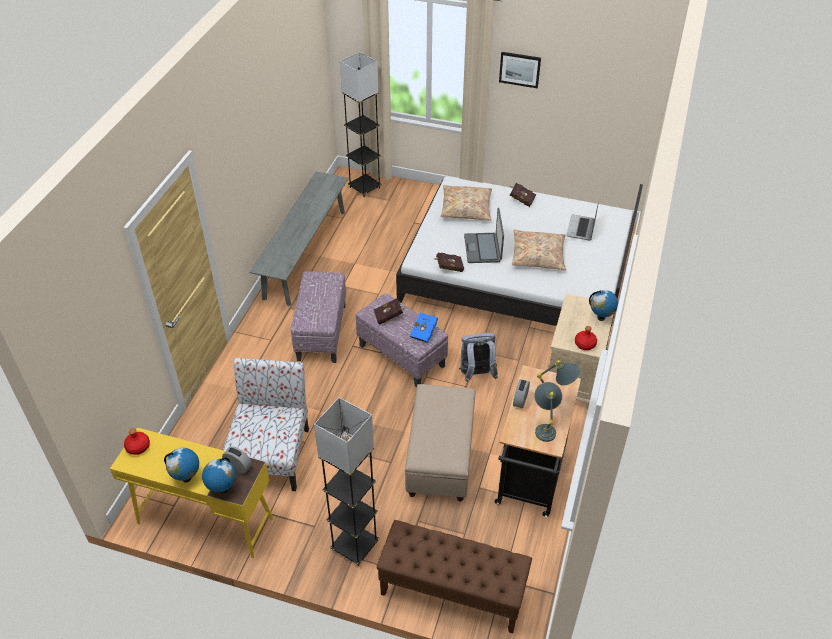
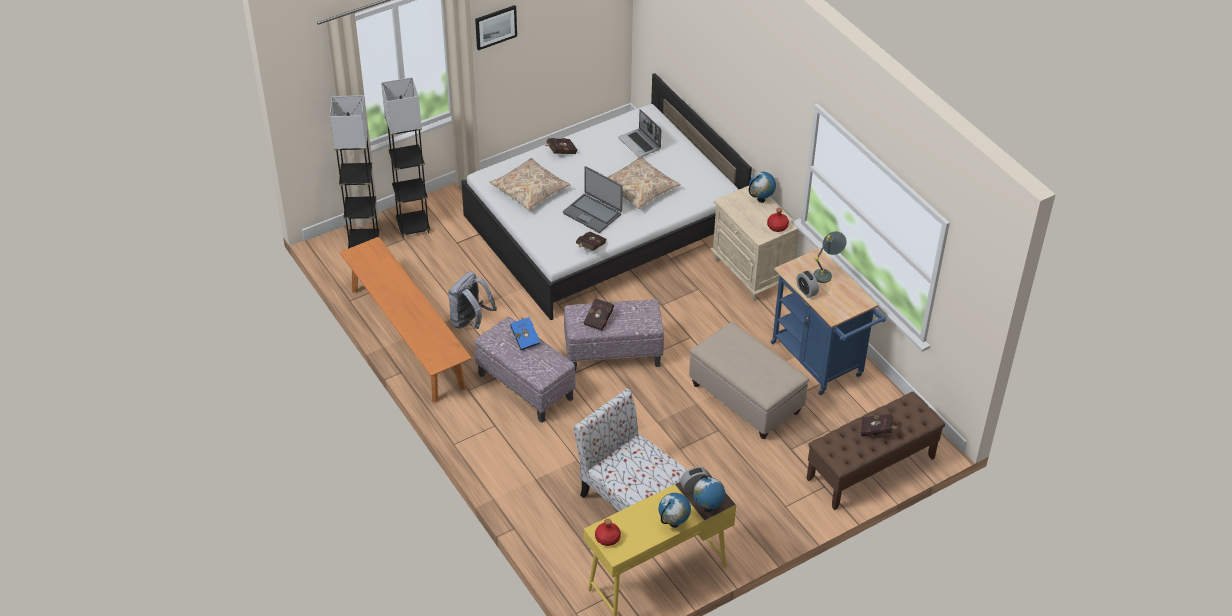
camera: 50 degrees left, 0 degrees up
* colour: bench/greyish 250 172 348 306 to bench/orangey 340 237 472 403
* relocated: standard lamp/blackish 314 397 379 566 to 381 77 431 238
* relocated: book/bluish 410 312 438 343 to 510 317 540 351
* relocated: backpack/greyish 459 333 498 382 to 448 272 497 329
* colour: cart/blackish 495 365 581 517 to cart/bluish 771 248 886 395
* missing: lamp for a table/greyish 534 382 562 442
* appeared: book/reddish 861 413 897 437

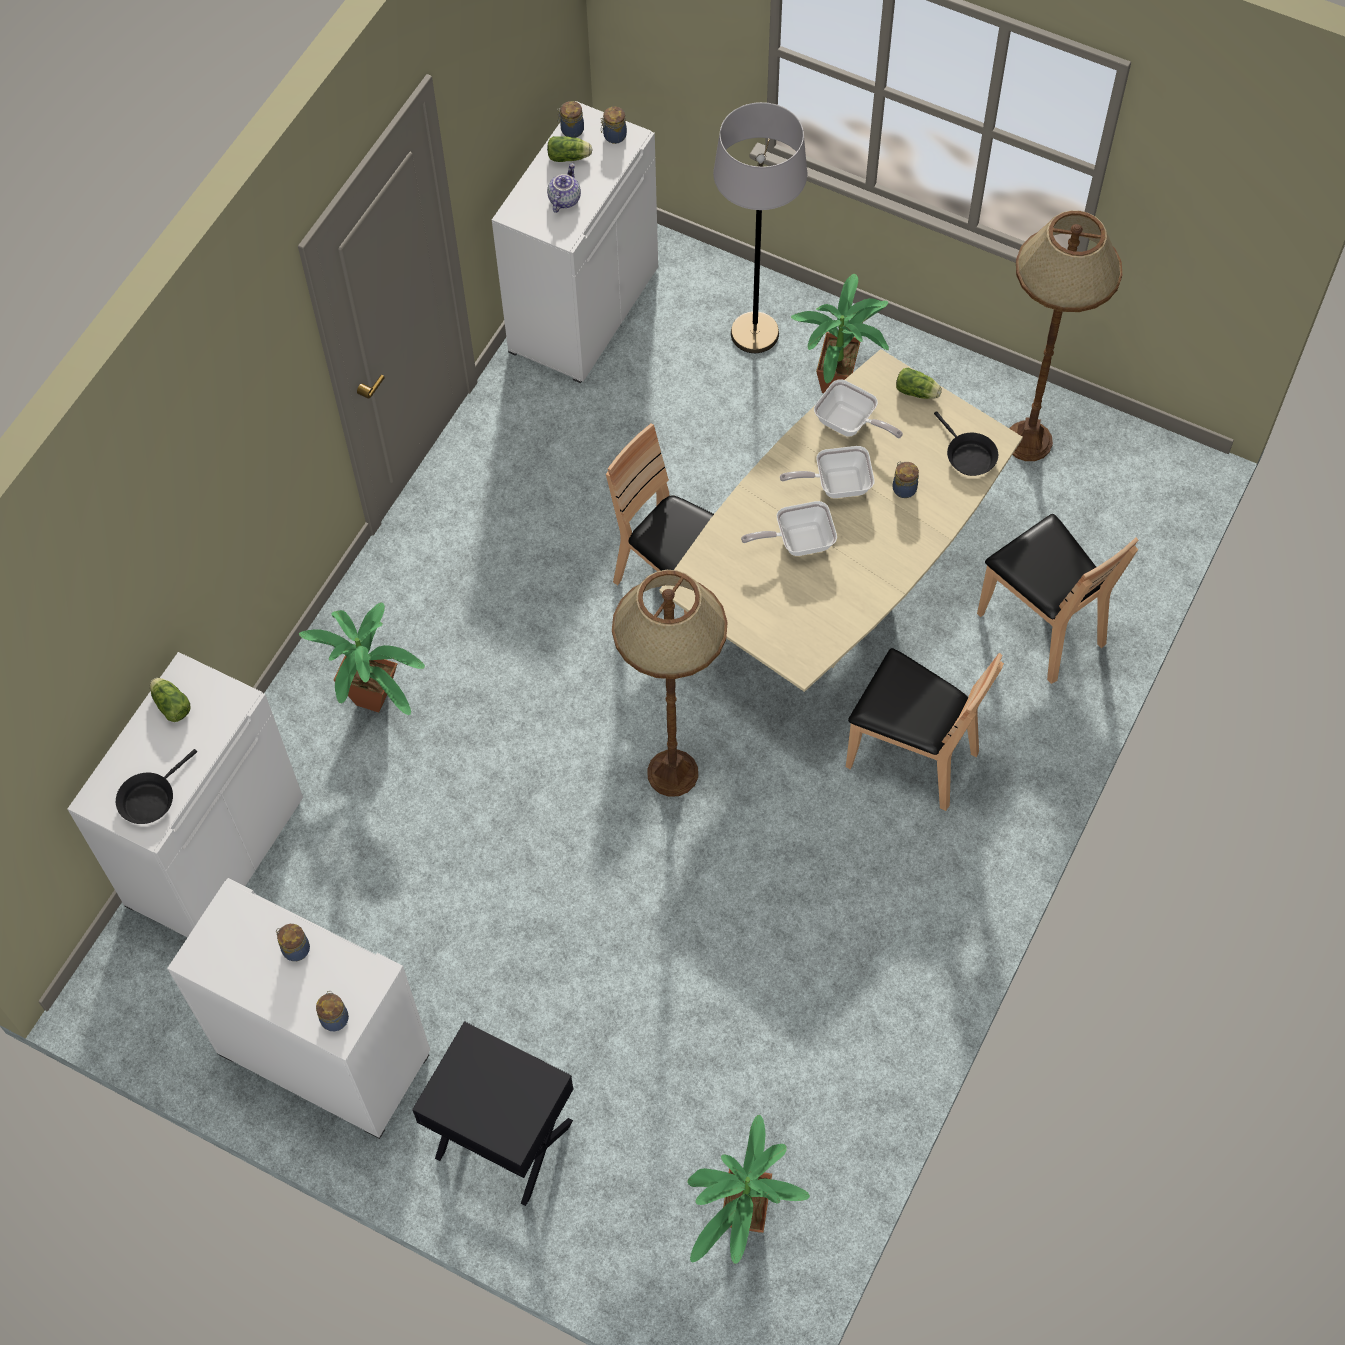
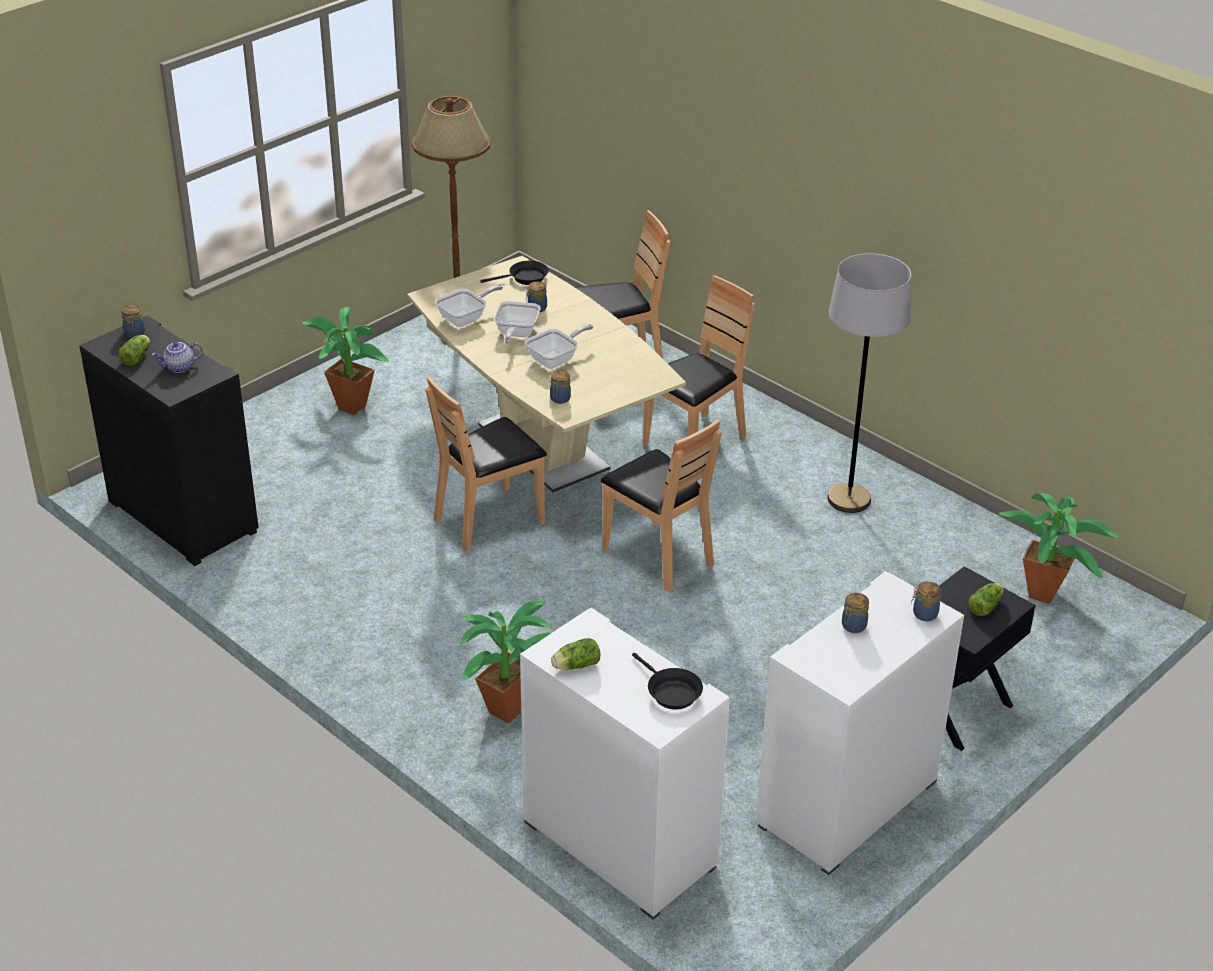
camera: 75 degrees left, 25 degrees down
* colour: cupboard/white 492 101 658 383 to cupboard/blackish 79 316 259 566
* spun: pot for tea 547 163 581 213 = 152 342 203 373 60 degrees counterclockwise
* relocated: jar 557 101 584 138 to 550 371 571 404
* exchanged: standard lamp/brownish 612 570 727 797 to plain chair/brownish 600 419 722 592
* relocated: standard lamp/greyish 713 102 807 353 to 827 253 911 513
* spun: frying pan 741 501 837 556 = 525 324 593 369 135 degrees counterclockwise
* relocated: lettuce head 896 368 942 399 to 969 583 1004 616

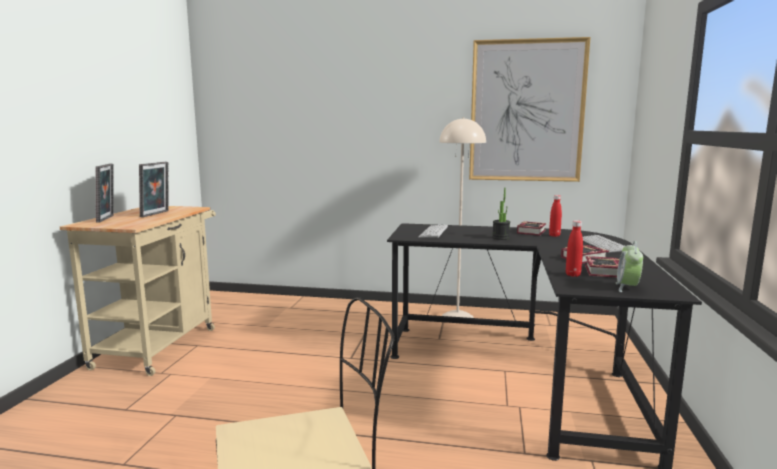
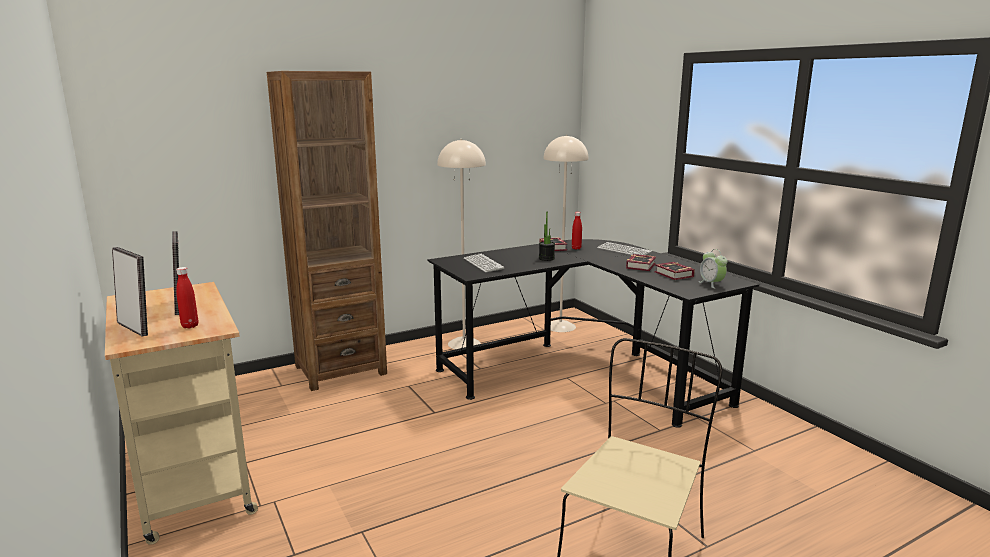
camera: 40 degrees left, 5 degrees up
* missing: picture 469 37 591 182
* relocated: bottle/reddish 566 220 583 277 to 176 267 198 329
* appeared: bookcase/brownish 267 71 387 391
* appeared: standard lamp/sand-coloured 543 135 589 332

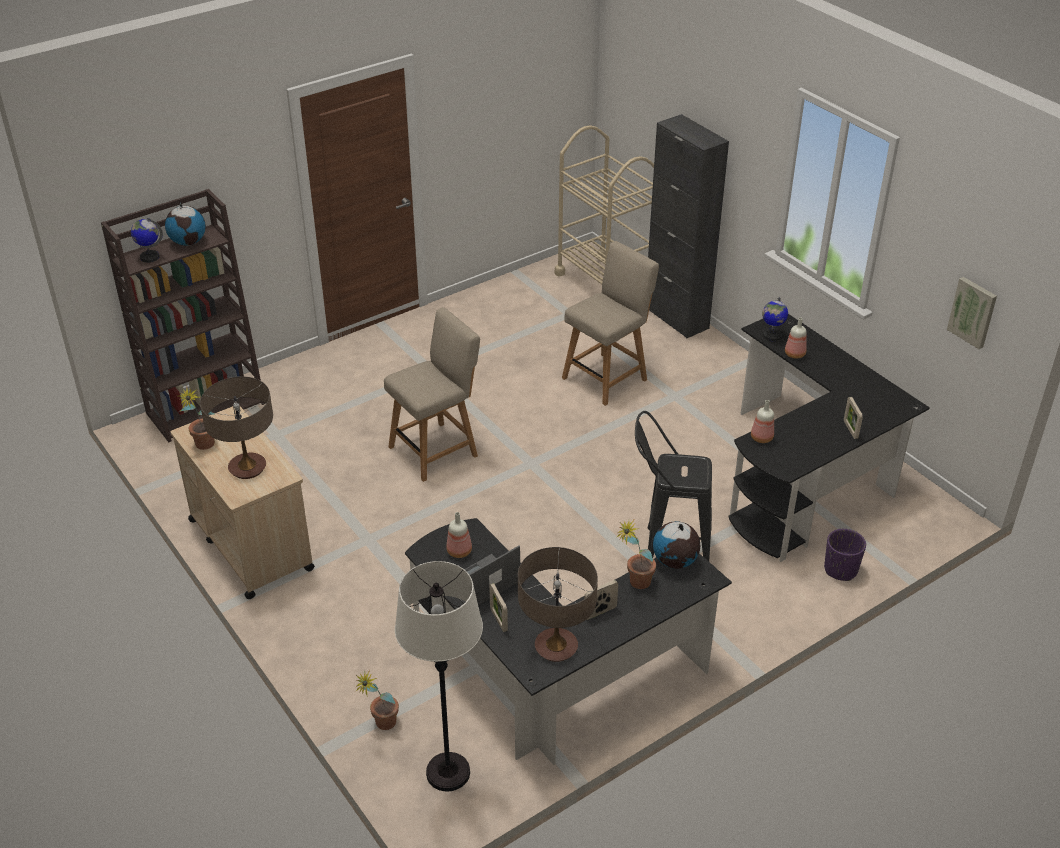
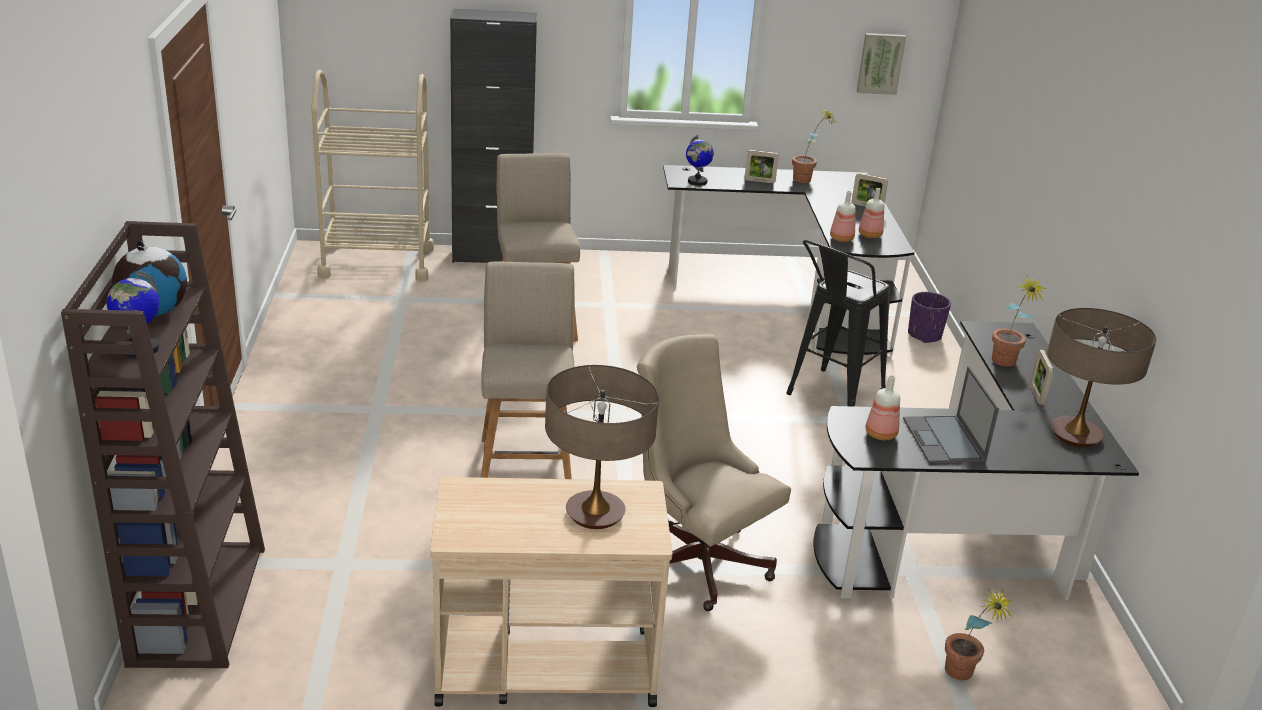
camera: 60 degrees left, 10 degrees down
* relocated: plant in a pot 179 388 215 450 to 792 110 836 183
* missing: standard lamp/white 395 561 483 791
* relocated: picture frame 489 583 508 632 to 745 150 779 183
* missing: desk globe 653 521 700 569
* relocated: bottle 785 318 807 359 to 859 188 884 238
* appeared: desk chair/sand-coloured 637 334 791 611

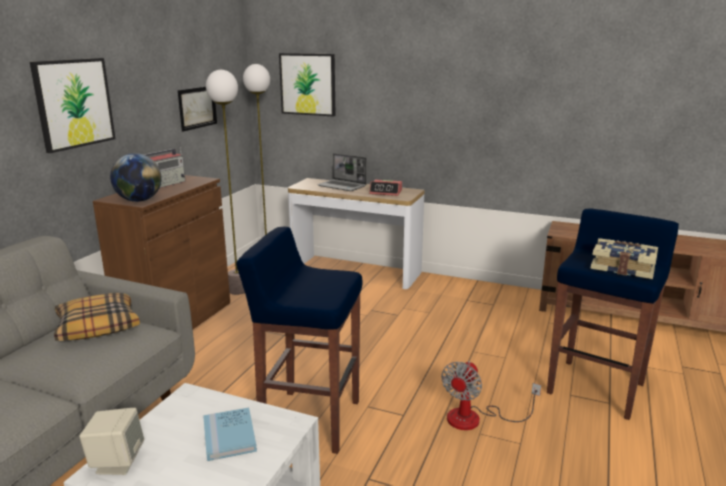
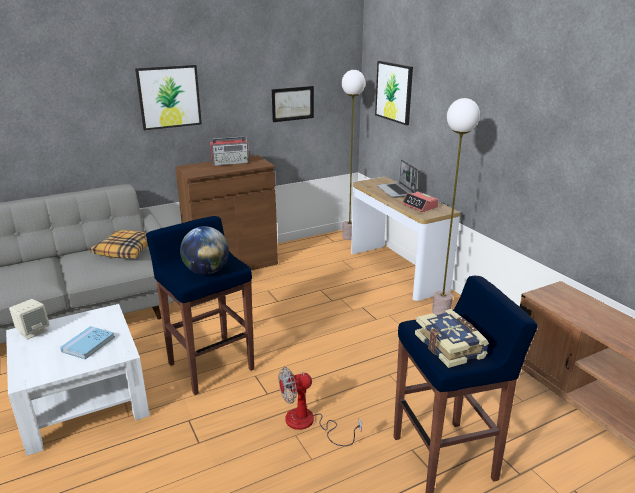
camera: 40 degrees right, 5 degrees up
* relocated: desk globe 110 153 162 202 to 180 226 229 275
* relocated: standard lamp 206 70 245 295 to 432 98 480 315

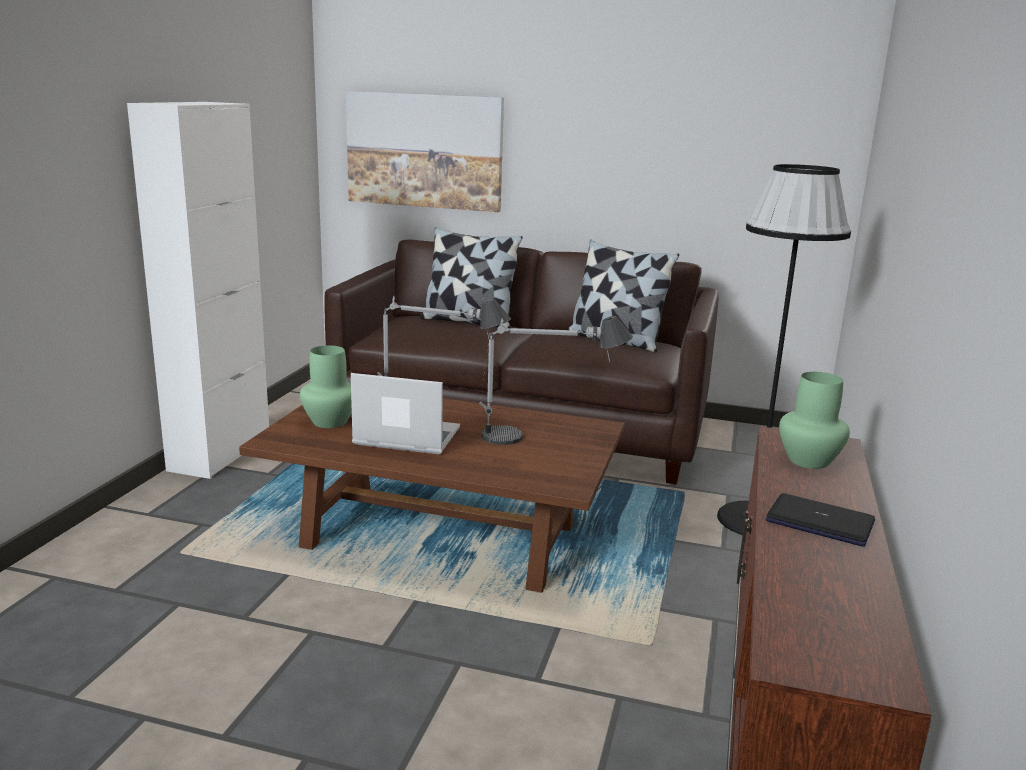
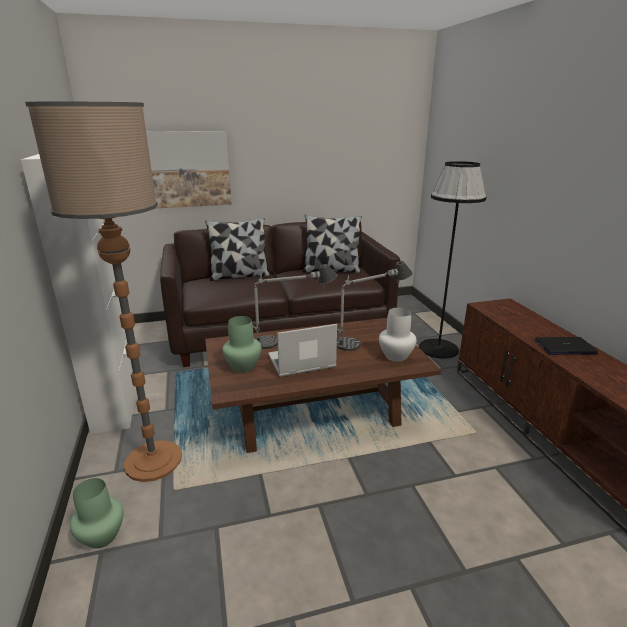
camera: 30 degrees left, 5 degrees up
* relocated: decorative vase/green 779 372 850 469 to 70 478 123 549
* appeared: standard lamp 25 102 182 482
* appeared: decorative vase/white 379 308 417 362

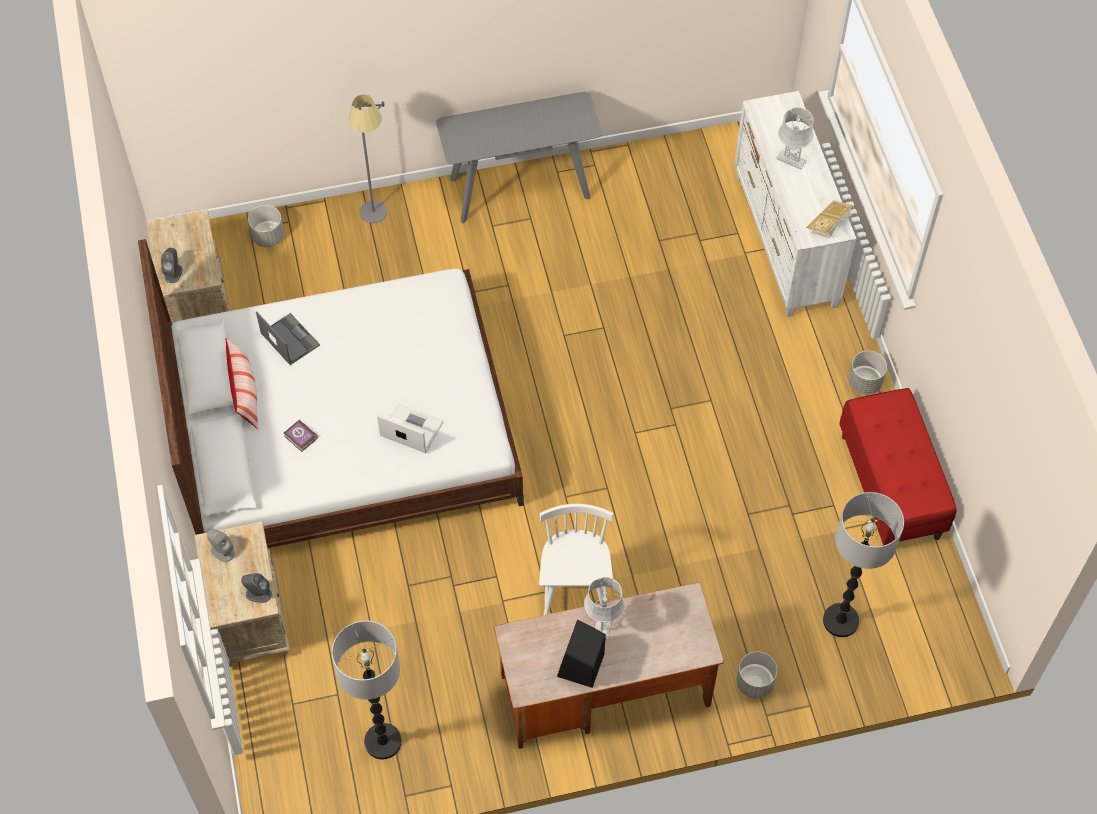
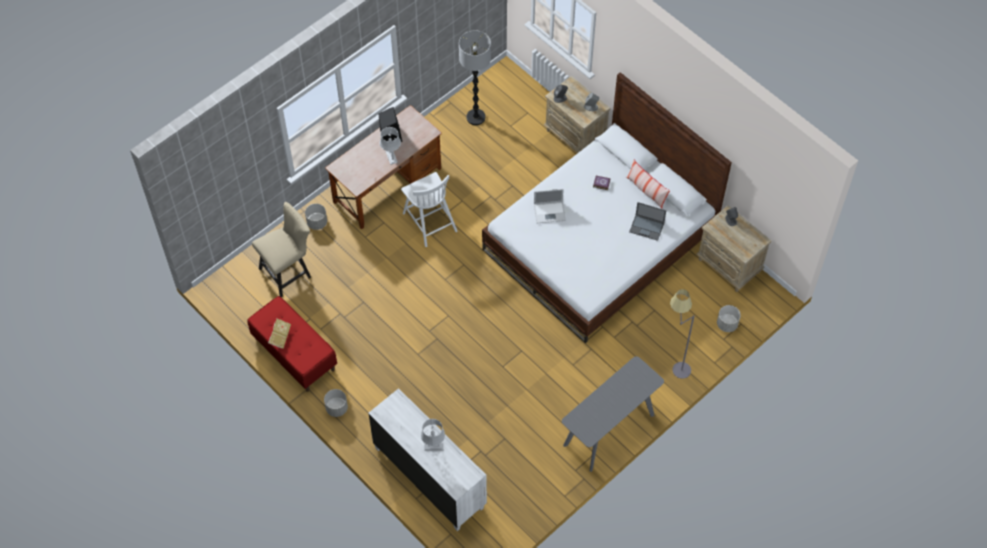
camera: 150 degrees right, 0 degrees up
* relocated: book 806 200 853 238 to 268 319 291 349
* exchanged: standard lamp 823 492 904 637 to plain chair/sand-coloured 252 202 311 298

